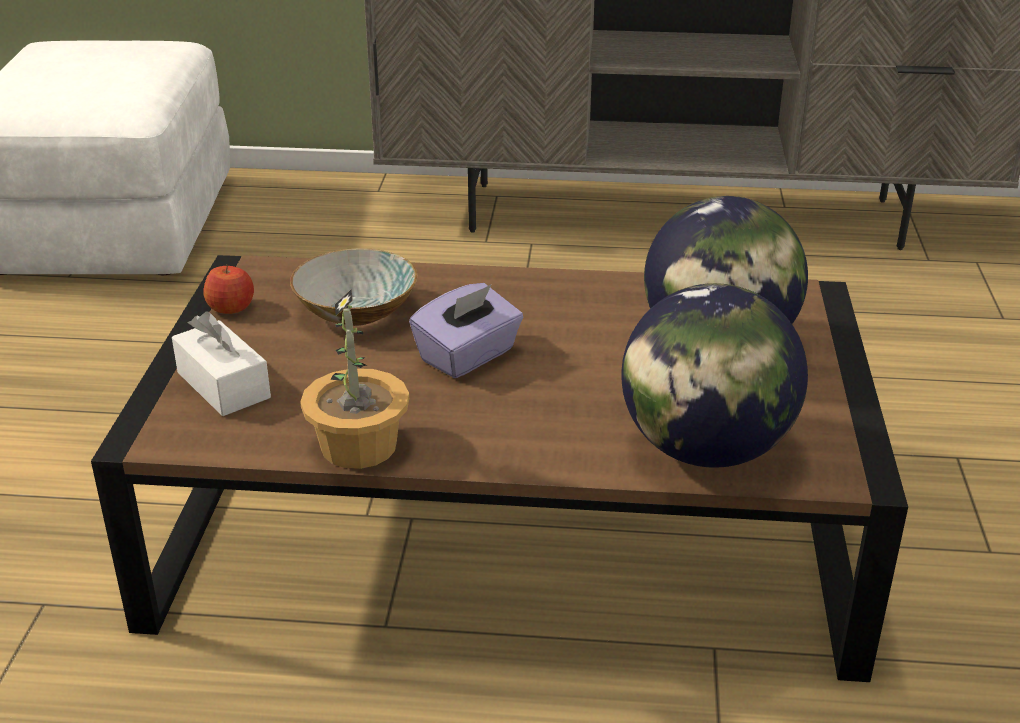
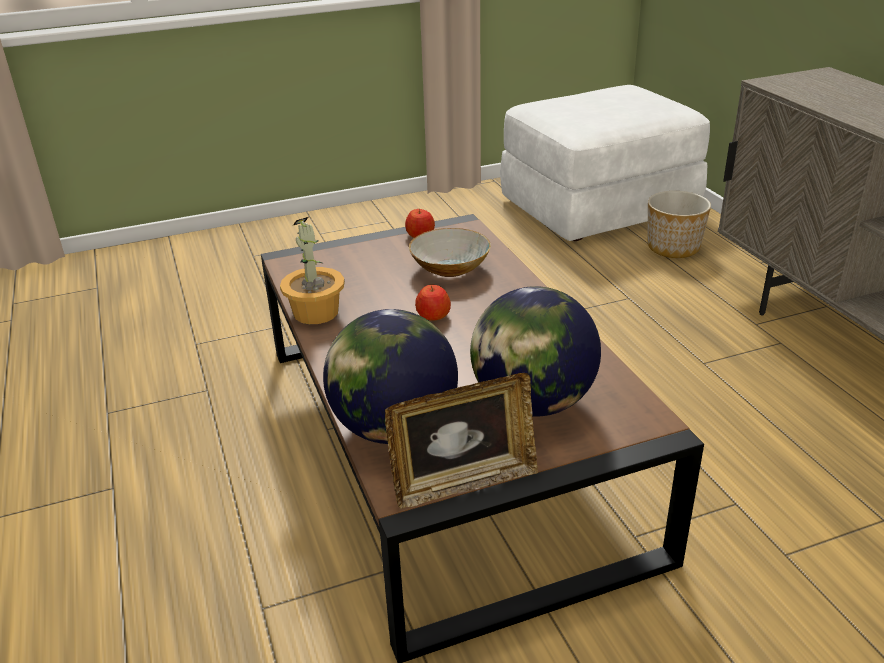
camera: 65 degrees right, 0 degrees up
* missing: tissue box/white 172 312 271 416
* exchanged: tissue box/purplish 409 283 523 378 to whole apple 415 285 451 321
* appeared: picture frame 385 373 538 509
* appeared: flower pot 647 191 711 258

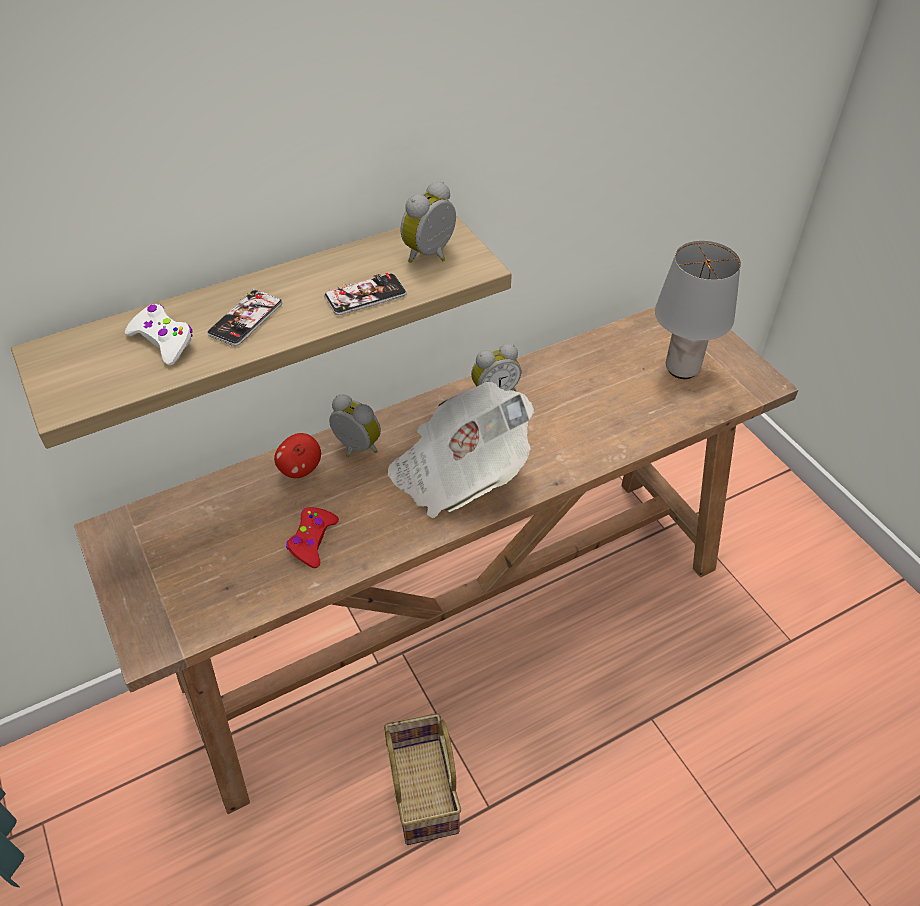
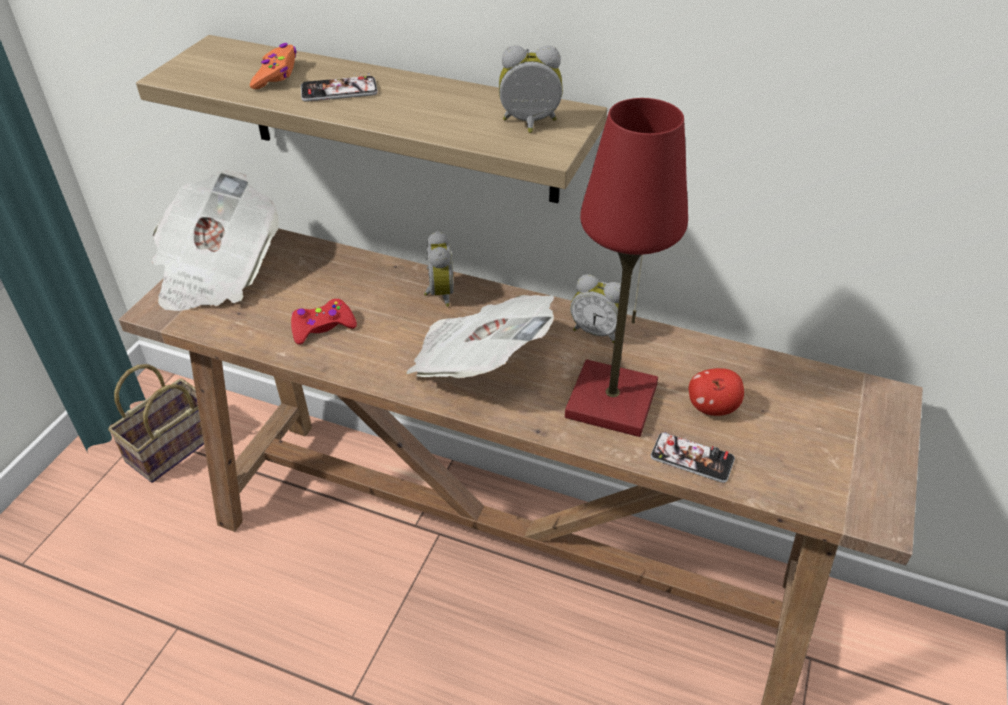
camera: 50 degrees right, 5 degrees down
* colour: game controller/white 125 304 193 365 to game controller/orangey 250 43 296 89
* relocated: whole apple 274 433 321 478 to 689 368 744 416
* relocated: phone 324 272 407 315 to 650 432 735 483
* relocated: storage basket 384 713 461 845 to 108 364 204 483
* missing: lamp for a table/greyish 655 241 741 379
* appeared: newspaper 152 171 279 311
* appeared: lamp for a table/reddish 565 98 688 437

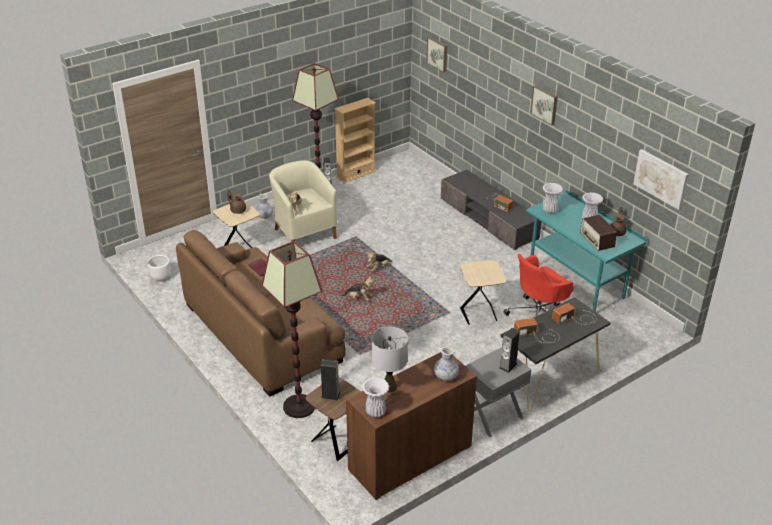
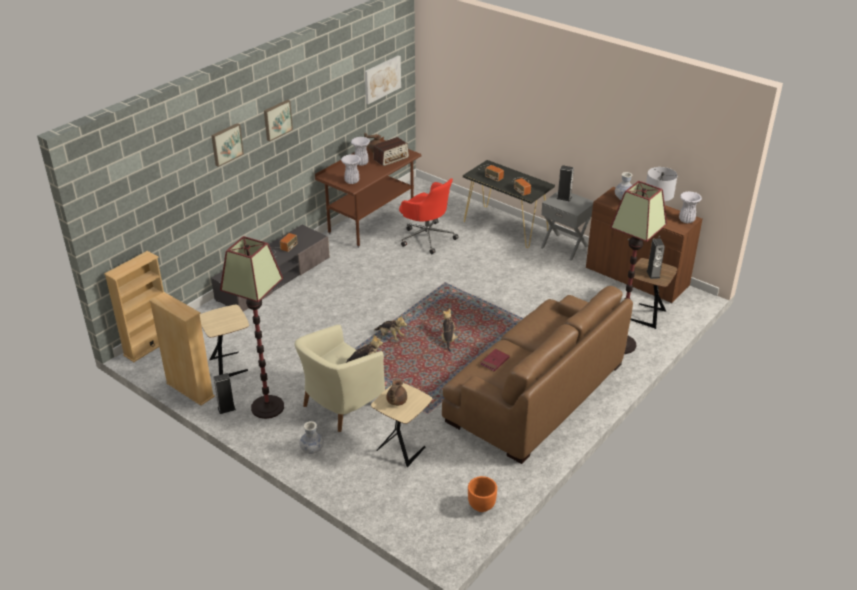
camera: 105 degrees left, 0 degrees up
* colour: flower pot/white 147 255 171 282 to flower pot/orangey 468 476 497 512
* relocated: picture 426 37 447 73 to 211 123 244 167
* relocated: end table/sand-coloured 460 260 506 325 to 199 305 249 377
* colour: desk table/turquoise 526 190 647 312 to desk table/brownish 315 137 422 248
* appeared: bookcase/sand-coloured 104 251 164 362

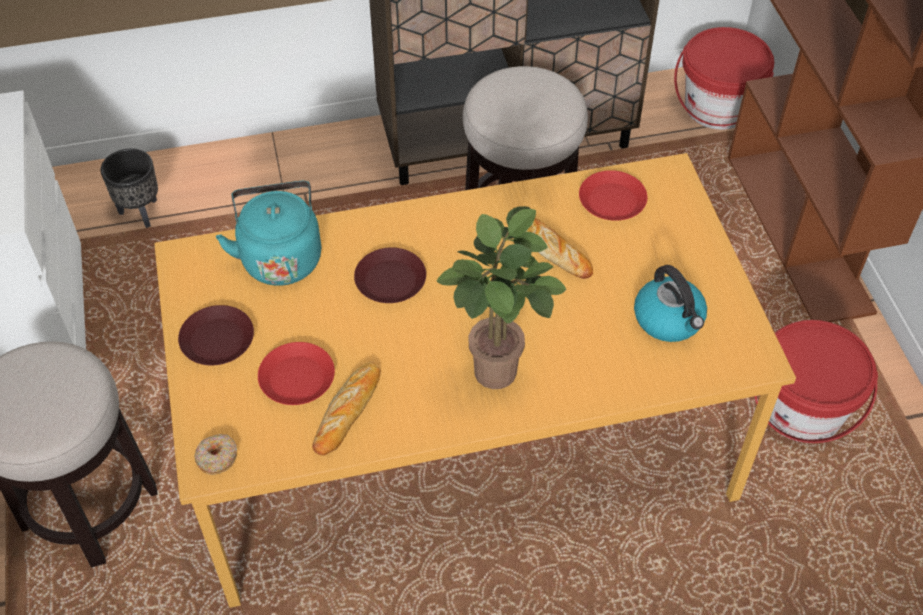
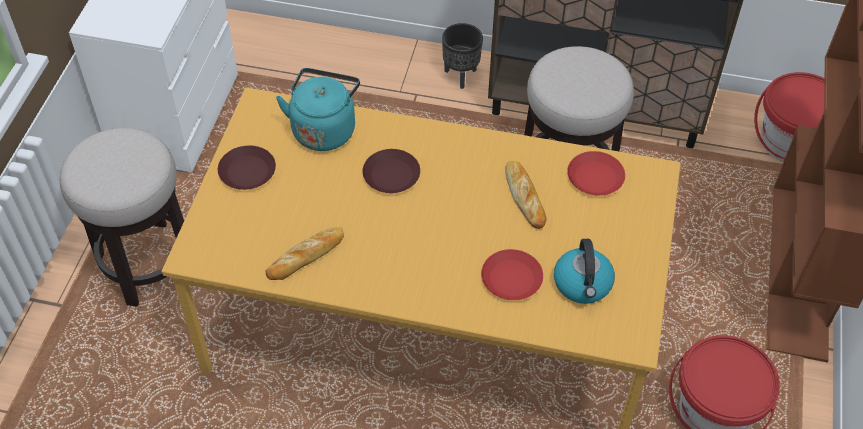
camera: 25 degrees right, 0 degrees up
* relocated: flower pot/blackish 101 148 158 228 to 442 23 483 89
* missing: donut 195 434 237 475
* relocated: flat dish/reddish 258 342 335 405 to 481 249 543 300
* missing: plant in a pot 437 206 566 389

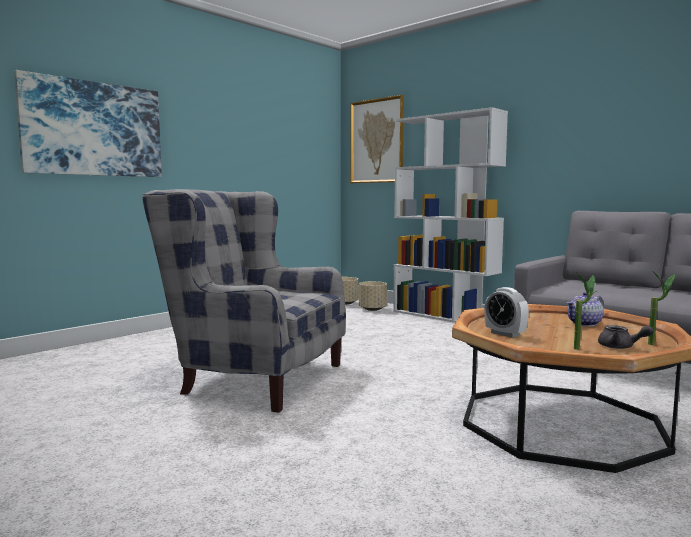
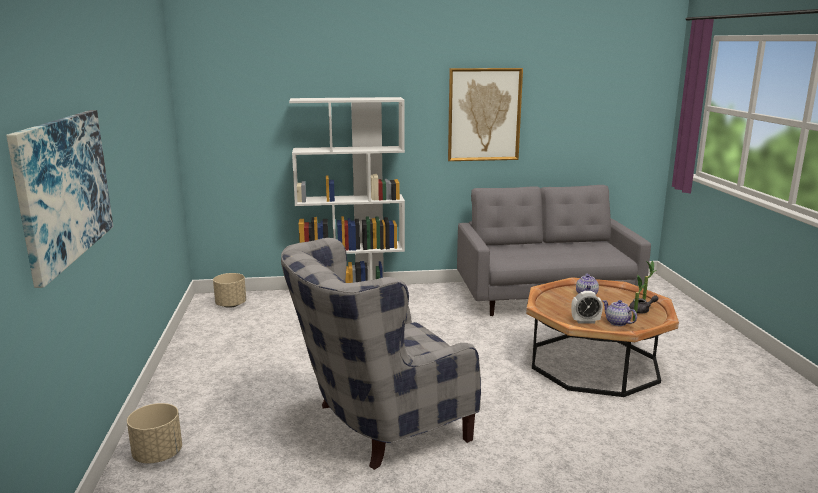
camera: 50 degrees left, 10 degrees up
* relocated: picture 350 95 404 183 to 448 68 523 161
* relocated: flower pot/sand-coloured 359 281 387 311 to 127 403 182 463
* appeared: pot for tea 602 300 637 326

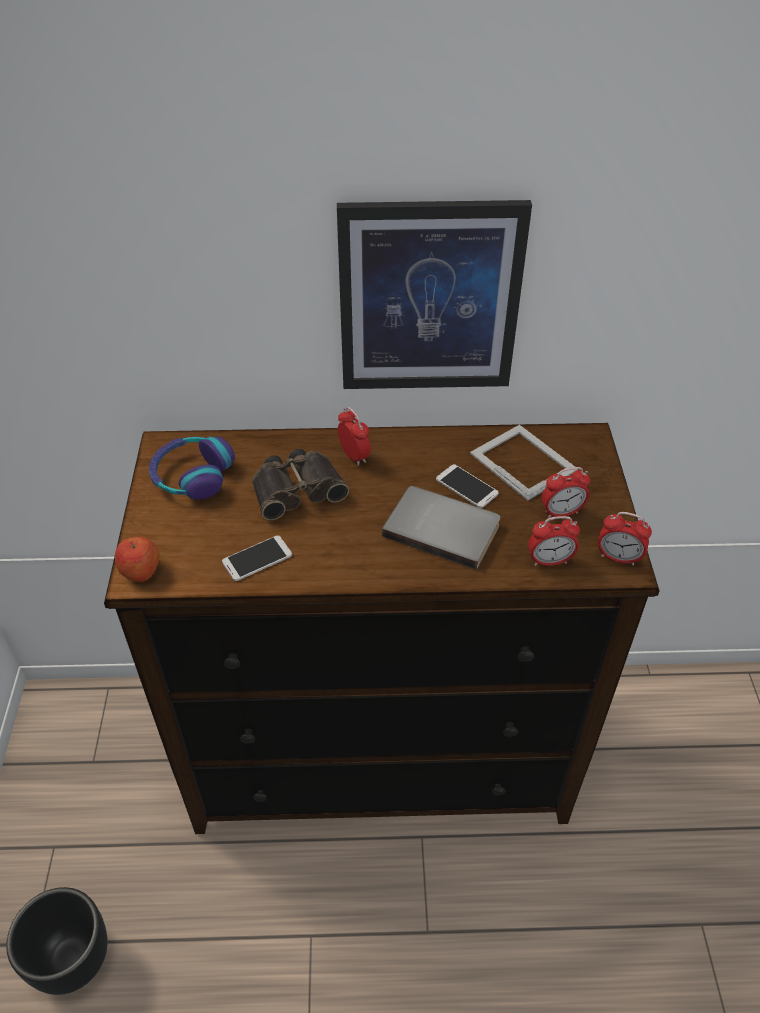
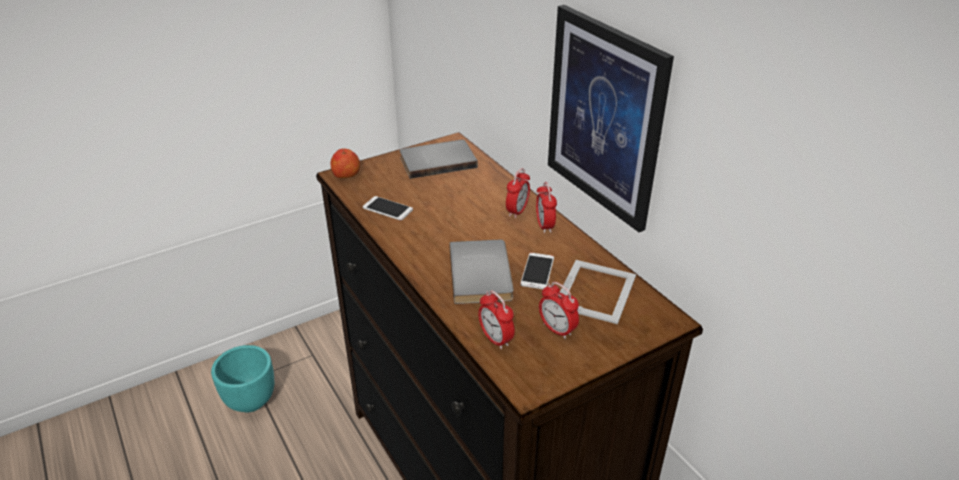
camera: 60 degrees right, 10 degrees down
* colour: flower pot/blackish 6 887 107 995 to flower pot/turquoise 211 345 274 413
* exchanged: pair of headphones 149 436 235 500 to book/greyish 400 140 478 179
* missing: field glasses 252 449 349 520
* relocated: table clock 598 512 652 566 to 536 182 557 233

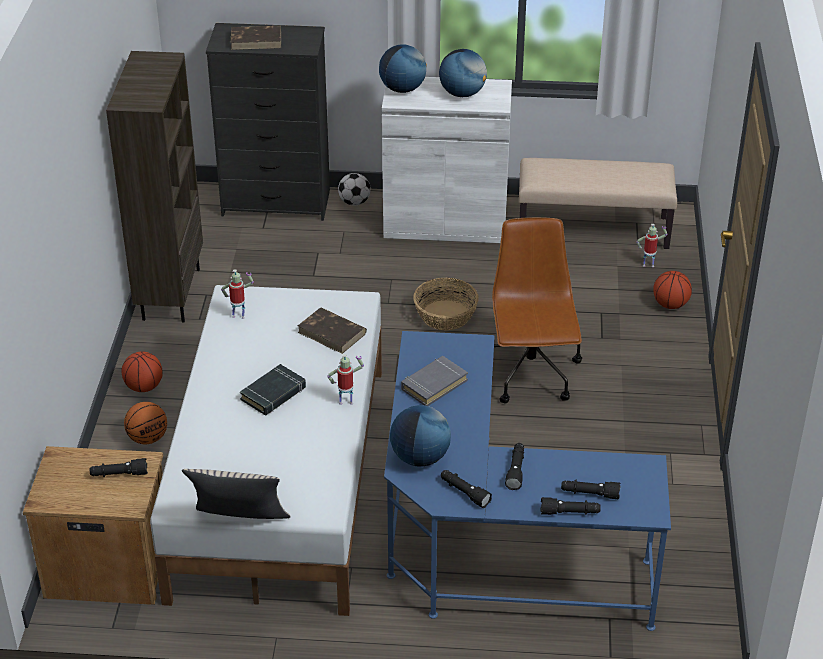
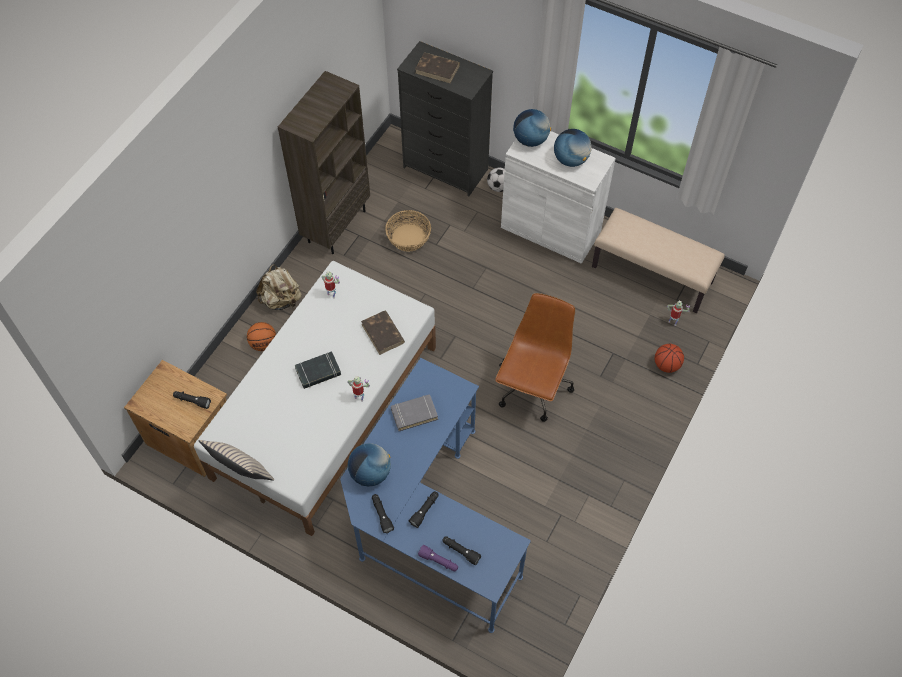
camera: 25 degrees right, 20 degrees up
* exchanged: ball for basketball 122 351 163 392 to backpack/sand-coloured 256 264 302 310
* relocated: storage basket 413 277 479 330 to 385 210 431 252
* colour: hand torch/blackish 541 497 600 515 to hand torch/purplish 418 545 458 571

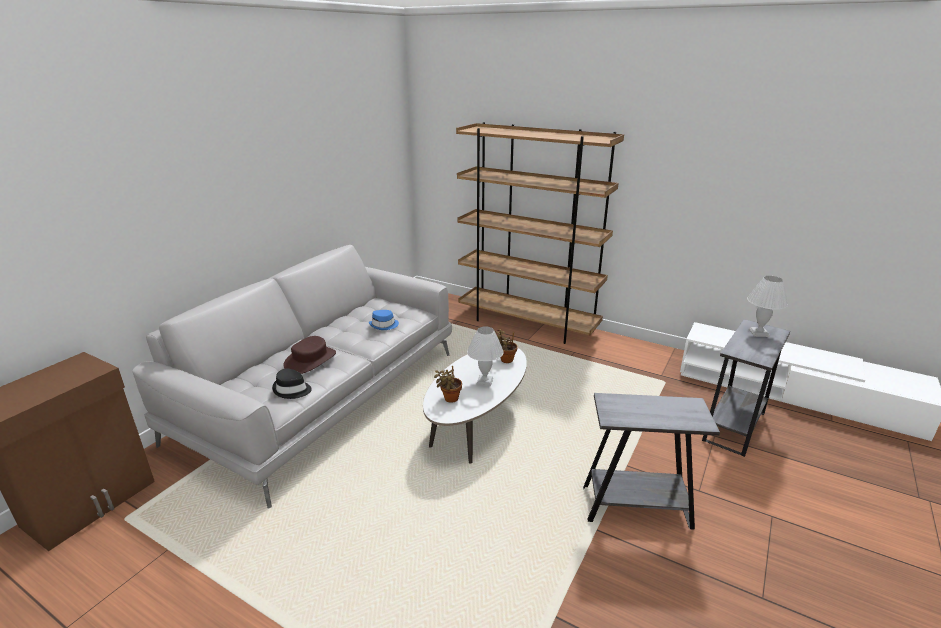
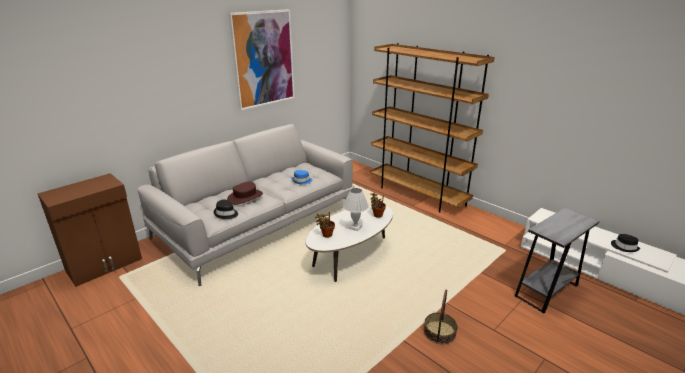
camera: 15 degrees right, 0 degrees up
* exchanged: end table/greyish 583 393 720 530 to storage basket 424 289 458 344
* missing: lamp for a table/white 747 276 788 337
* appeared: picture 229 9 294 110
* appeared: hat/blackish 611 234 640 252

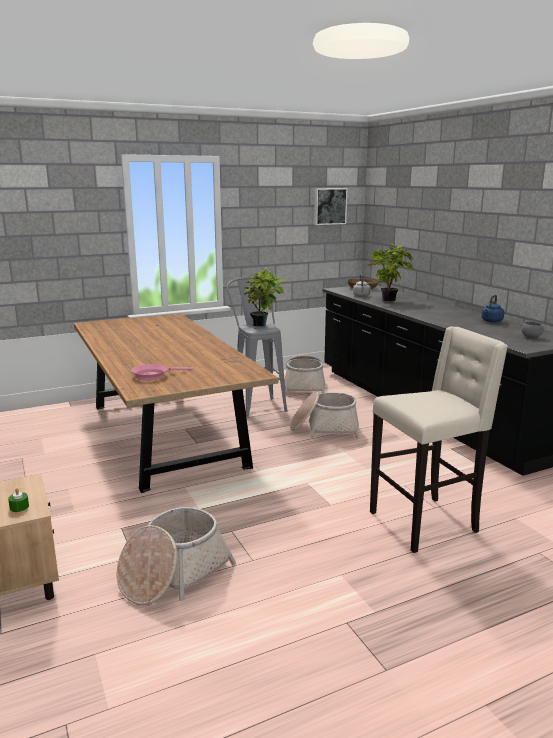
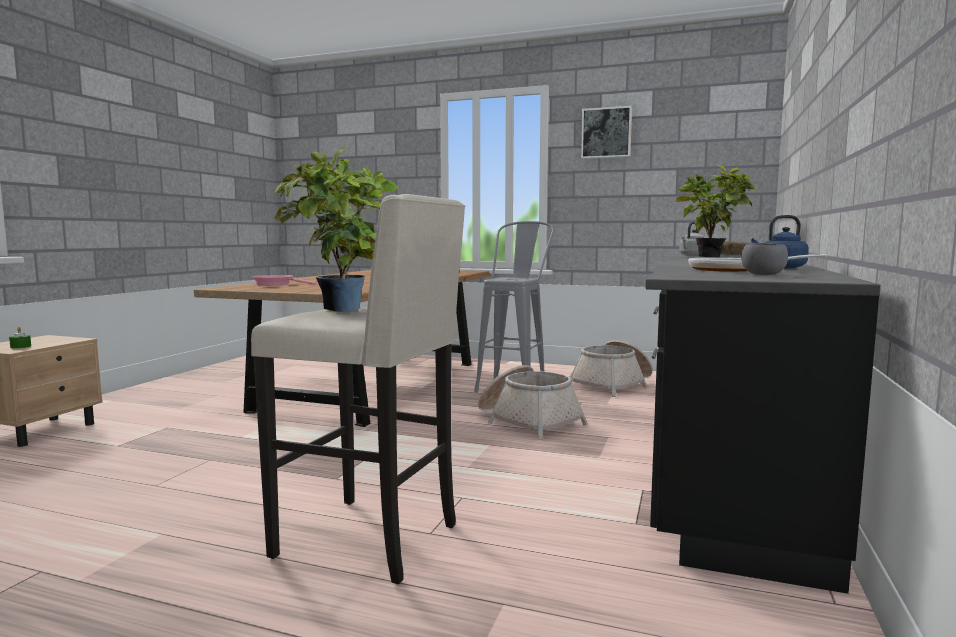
camera: 45 degrees right, 10 degrees down
* missing: storage basket 116 507 236 605
* relocated: plant in a pot 244 267 286 327 to 274 148 398 312
* relocated: picture 314 188 348 225 to 581 106 632 159
* appeared: frying pan 688 254 827 272

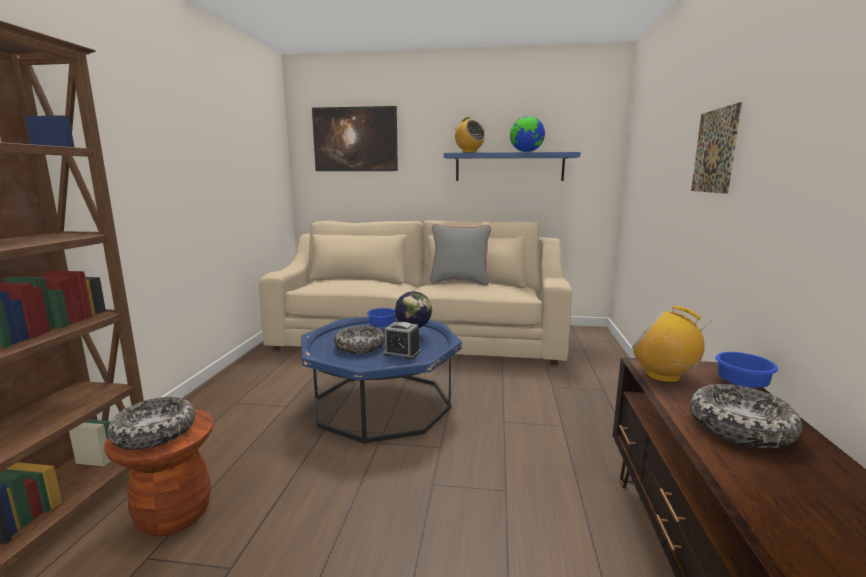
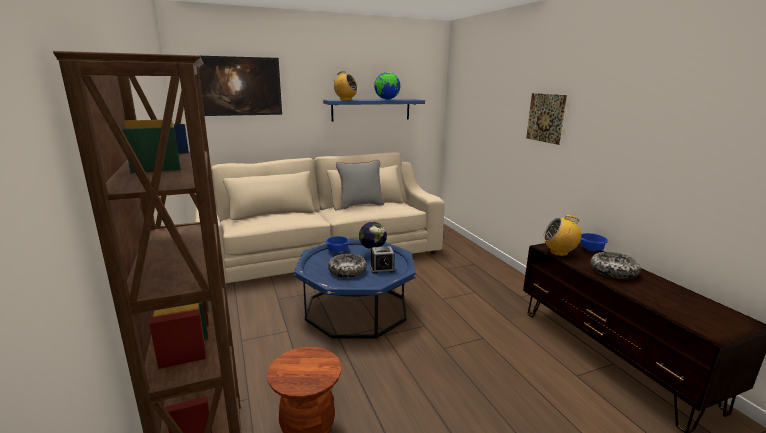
camera: 30 degrees left, 5 degrees up
* missing: deep dish 107 397 195 450

